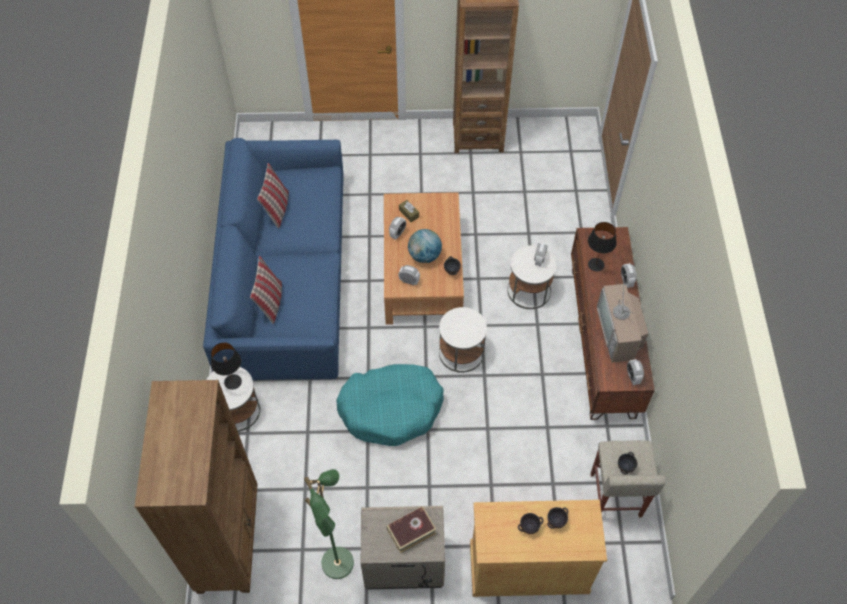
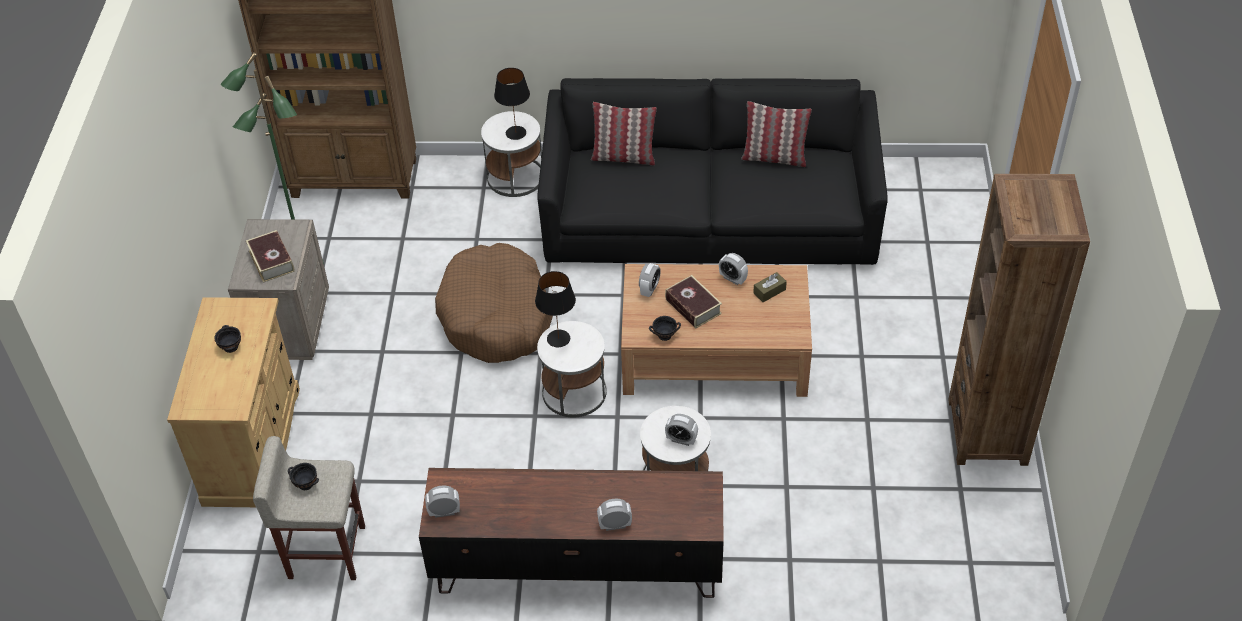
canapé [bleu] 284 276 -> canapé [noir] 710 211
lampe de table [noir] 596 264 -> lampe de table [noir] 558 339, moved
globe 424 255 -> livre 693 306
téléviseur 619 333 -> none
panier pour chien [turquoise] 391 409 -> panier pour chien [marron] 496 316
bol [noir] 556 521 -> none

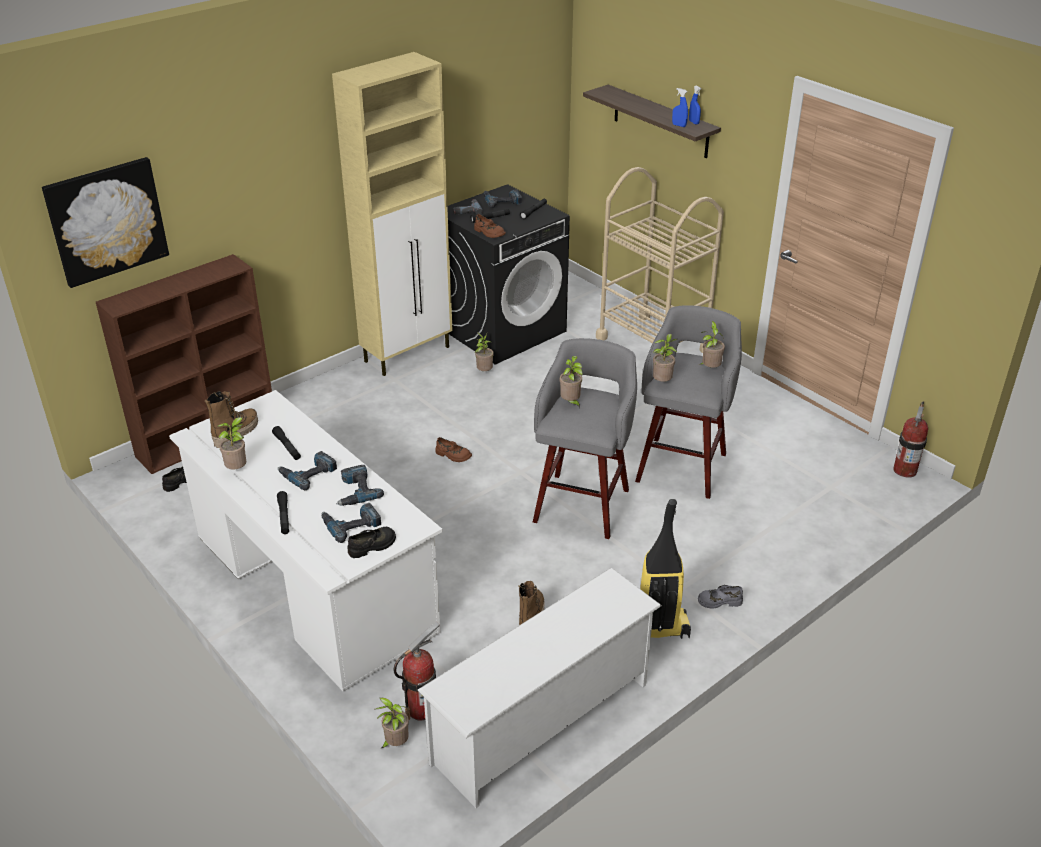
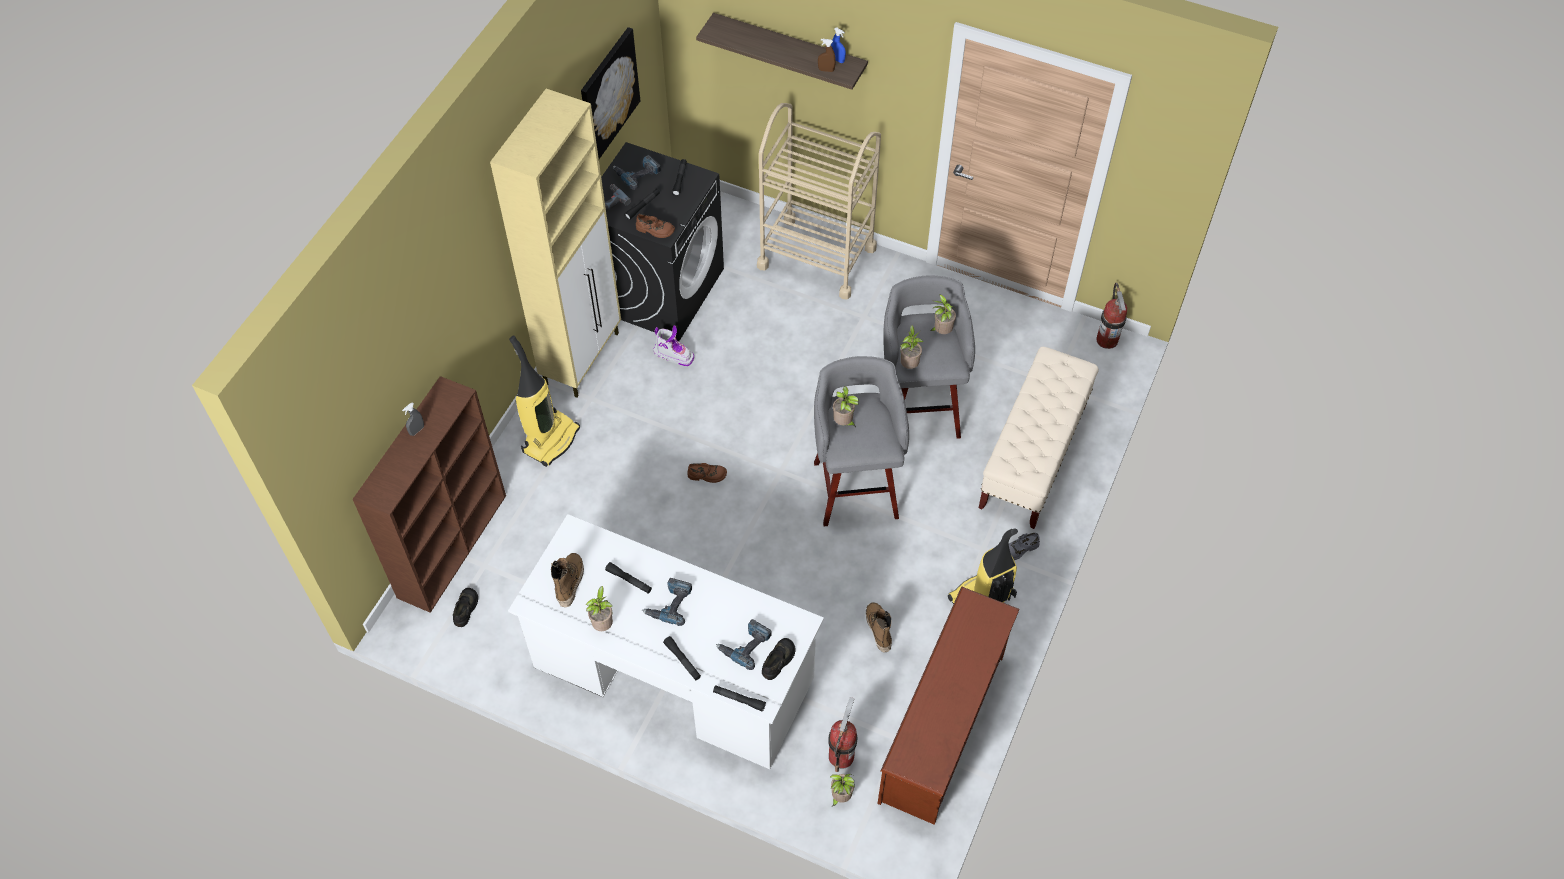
vaporisateur [bleu] 679 125 -> vaporisateur [marron] 826 70
tableau 106 221 -> tableau 608 94, moved
plante en pot 484 372 -> botte 674 355
perceuse 355 491 -> none
étagère à chaussures [blanc] 543 724 -> étagère à chaussures [marron] 944 728
none -> aspirateur 550 439
none -> banc [beige] 1032 457
none -> vaporisateur [gris] 417 430
none -> lampe de poche [noir] 739 699

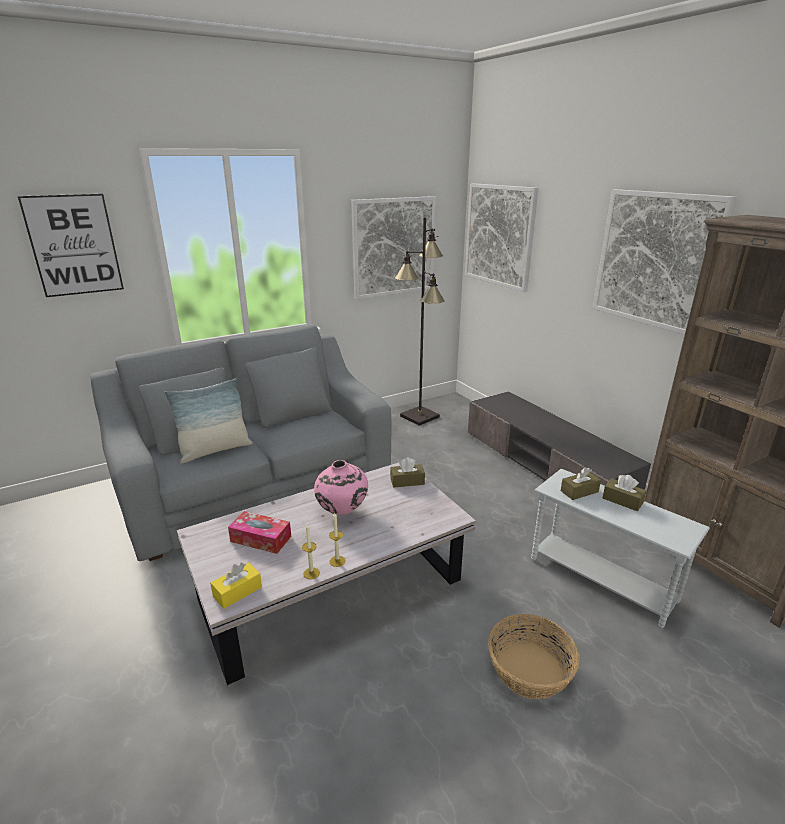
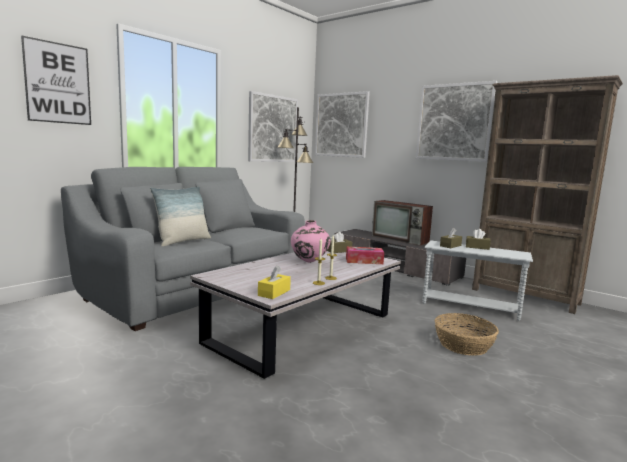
boîte à mouchoirs 261 539 -> boîte à mouchoirs 364 261, moved
none -> téléviseur 401 239

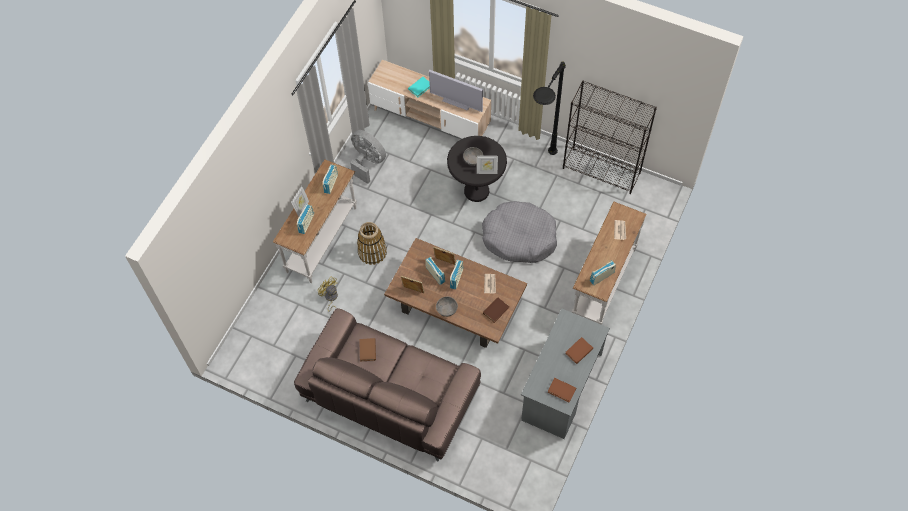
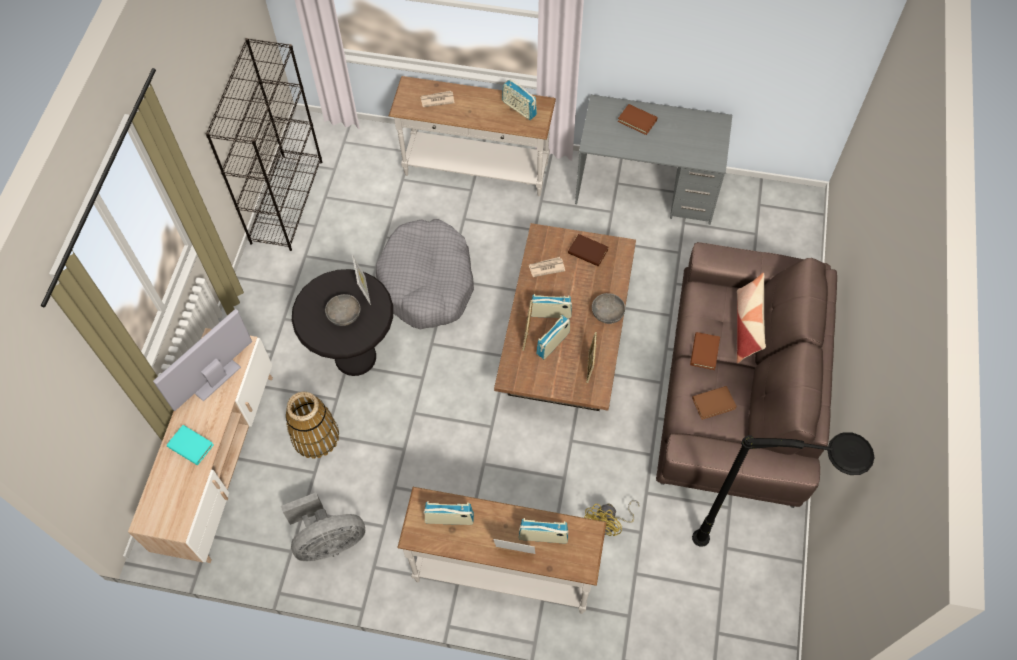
lampadaire [noir] 540 174 -> lampadaire [noir] 756 548, moved
téléviseur 457 102 -> téléviseur 216 378, 150 degrees counterclockwise
ventilateur [gris] 368 162 -> ventilateur [gris] 328 541, 135 degrees counterclockwise
panier 372 252 -> panier 315 436, moved
livre [marron] 561 390 -> livre [marron] 704 352, moved
none -> coussin 747 326

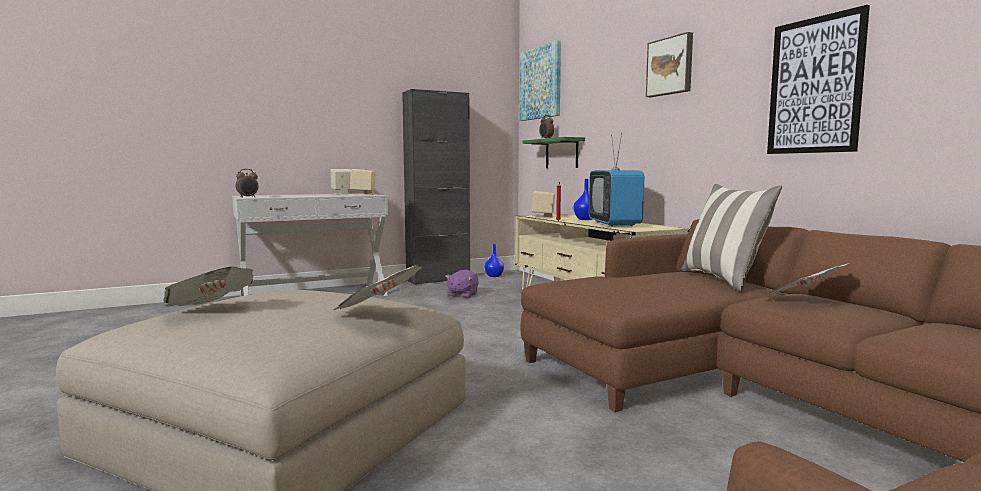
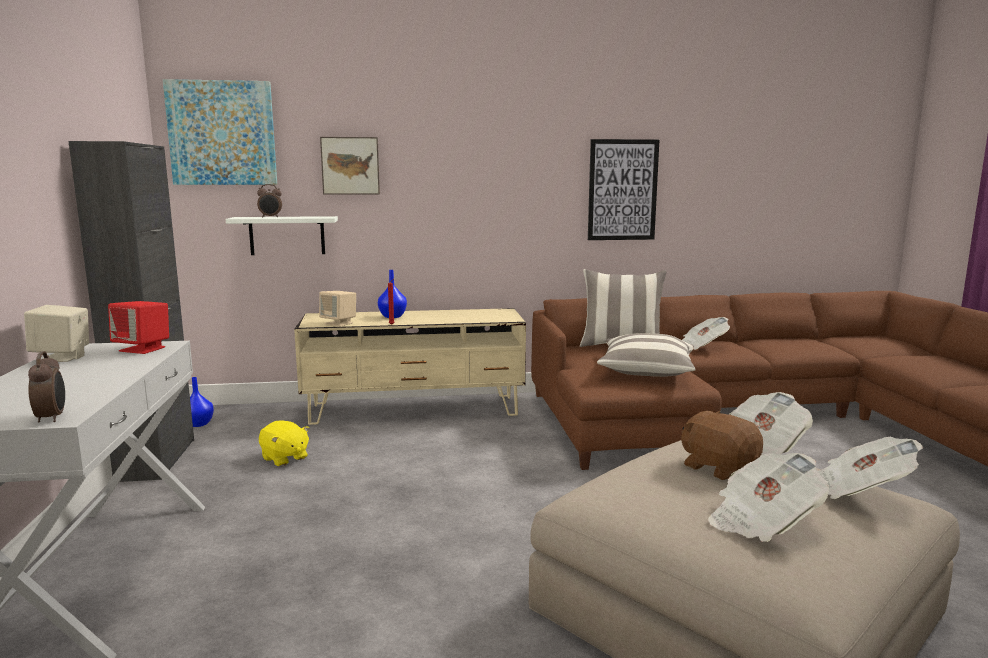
tableau 670 66 -> tableau 350 166, moved
téléviseur 614 224 -> none
étagère [vert] 561 153 -> étagère [blanc] 287 235
enceinte [beige] 363 194 -> enceinte [rouge] 143 349
peluche [violet] 462 295 -> peluche [jaune] 284 458
none -> coussin 646 371
none -> peluche [marron] 718 467
none -> journal 856 491

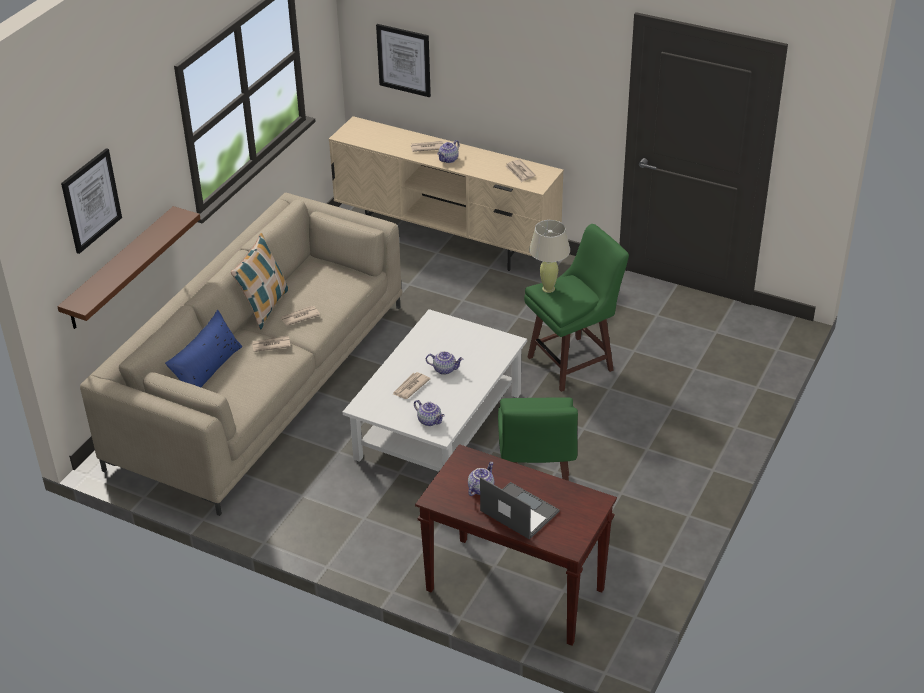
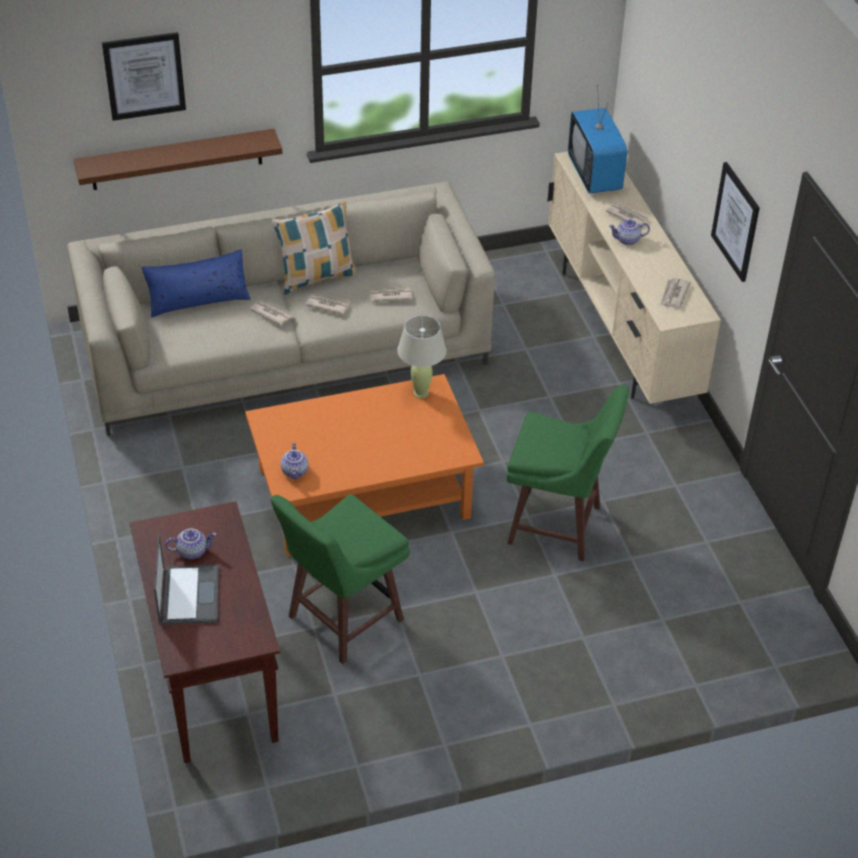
tableau 404 60 -> tableau 736 221, moved
lampe de table [beige] 548 289 -> lampe de table [beige] 421 393, moved
table basse [blanc] 438 425 -> table basse [orange] 363 492
théière 445 369 -> none
journal 410 387 -> journal 390 295, moved
none -> téléviseur 594 175

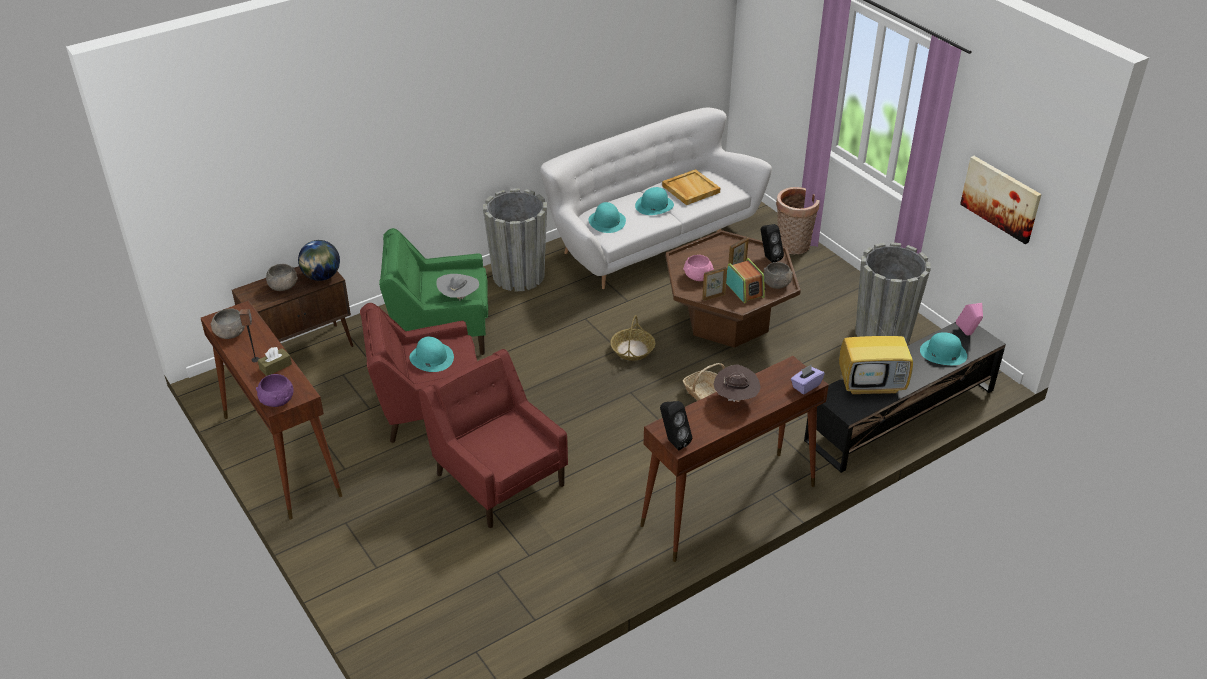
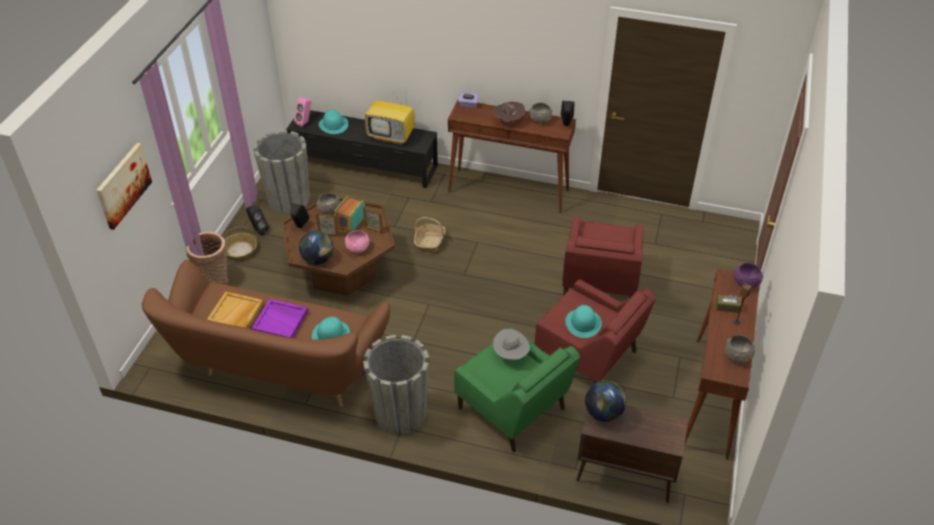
canapé [blanc] 651 240 -> canapé [marron] 275 364
tableau 1001 198 -> tableau 123 185, moved
chapeau [turquoise] 654 205 -> plateau [violet] 280 321
bol [gris] 283 286 -> bol [gris] 540 120, moved
téléviseur 872 384 -> téléviseur 392 137, 150 degrees clockwise
panier 632 350 -> panier 240 250, moved
none -> enceinte [noir] 258 230
none -> globe 318 259

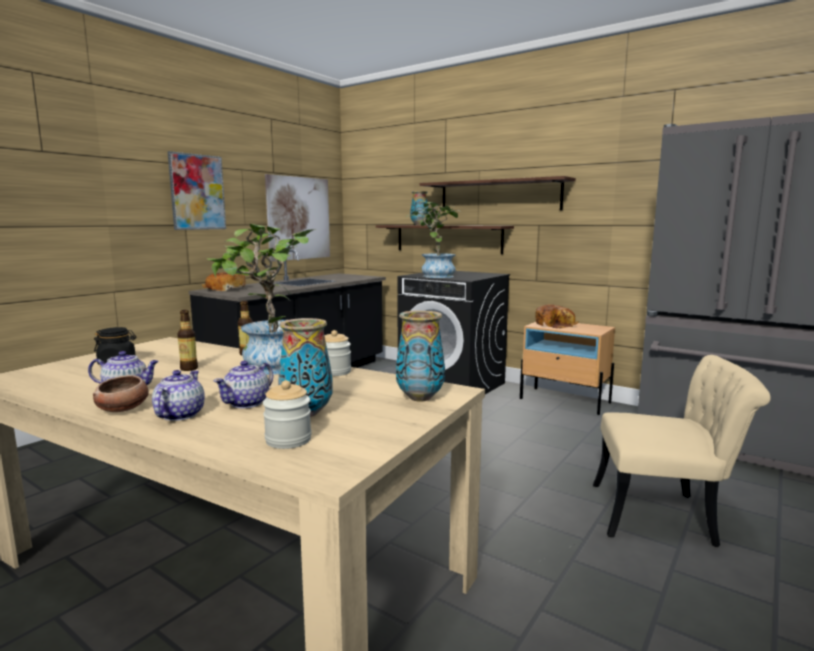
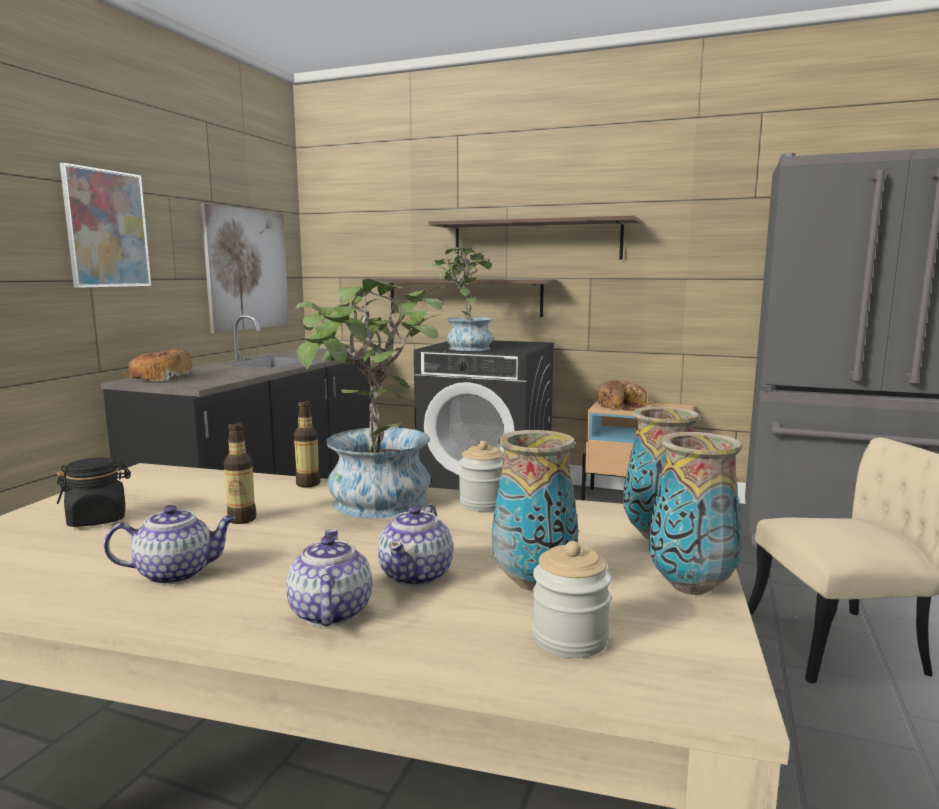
vase 419 225 -> vase 691 587, moved
bol 124 409 -> none

